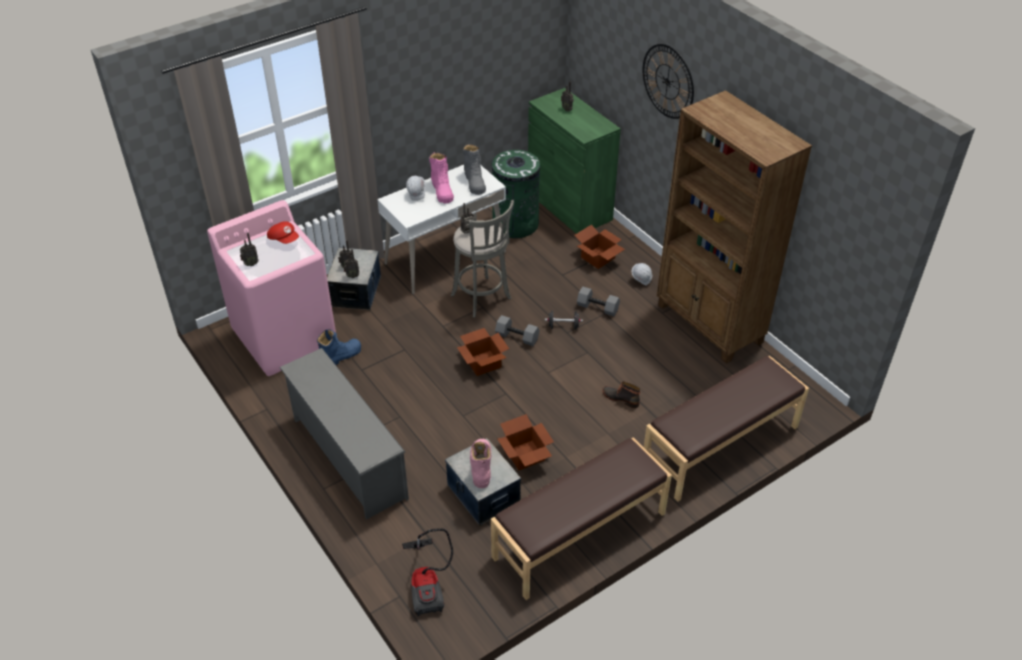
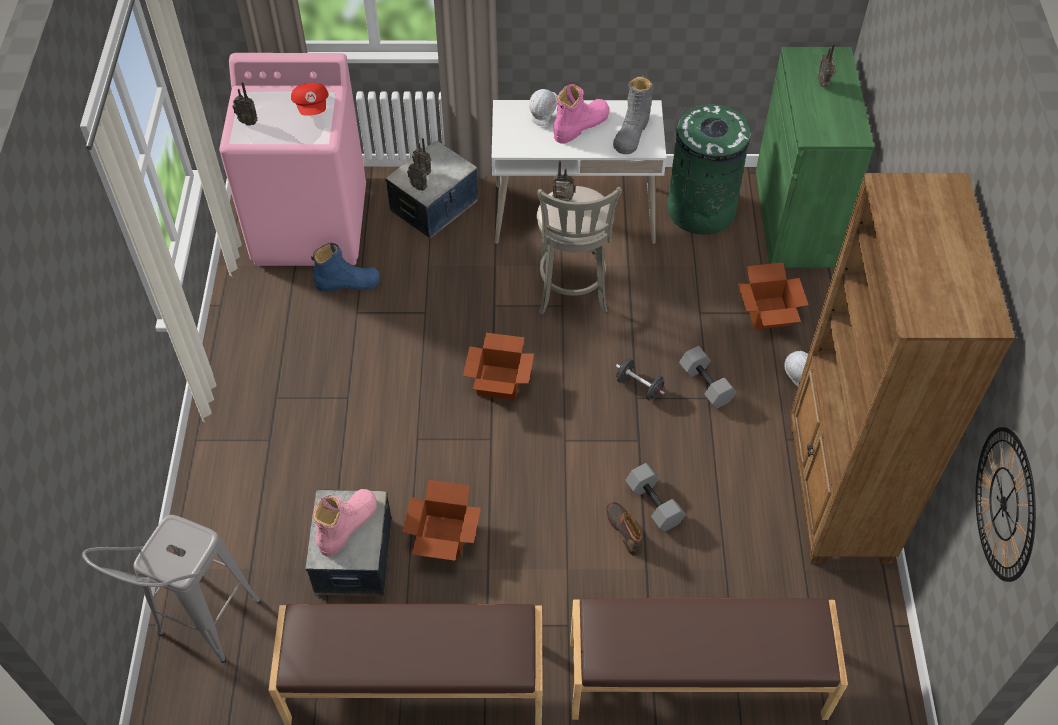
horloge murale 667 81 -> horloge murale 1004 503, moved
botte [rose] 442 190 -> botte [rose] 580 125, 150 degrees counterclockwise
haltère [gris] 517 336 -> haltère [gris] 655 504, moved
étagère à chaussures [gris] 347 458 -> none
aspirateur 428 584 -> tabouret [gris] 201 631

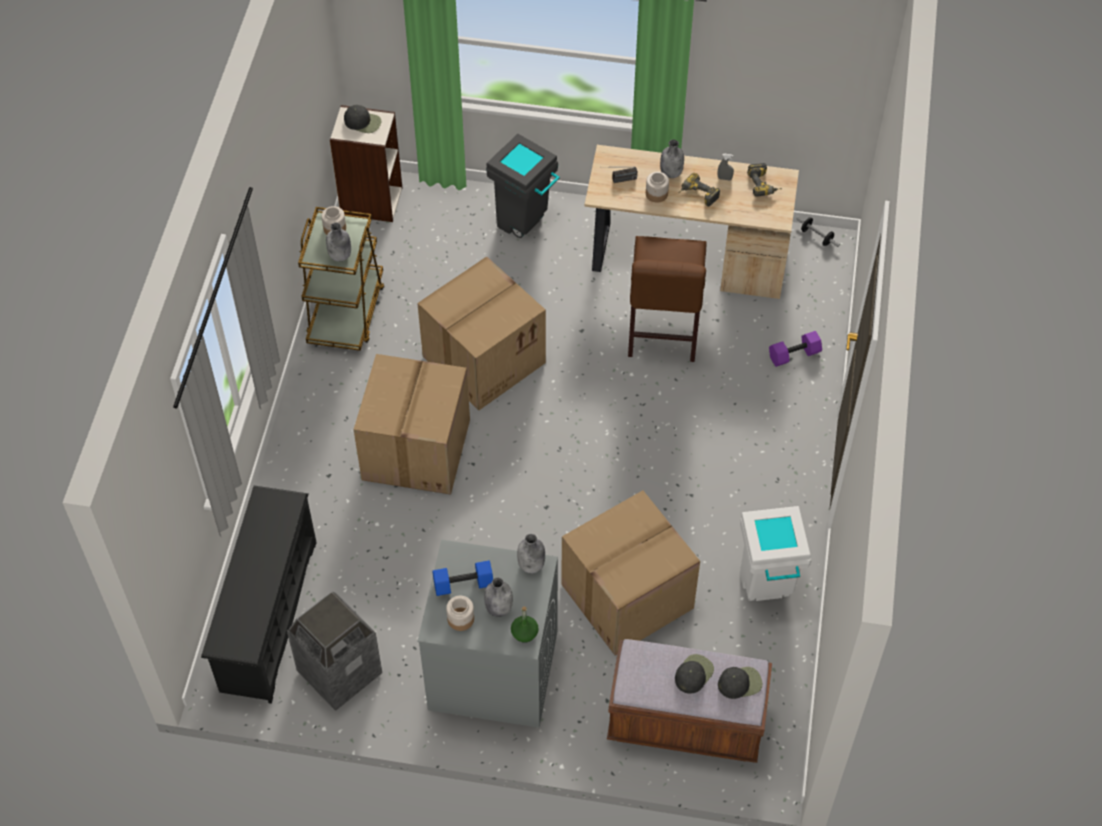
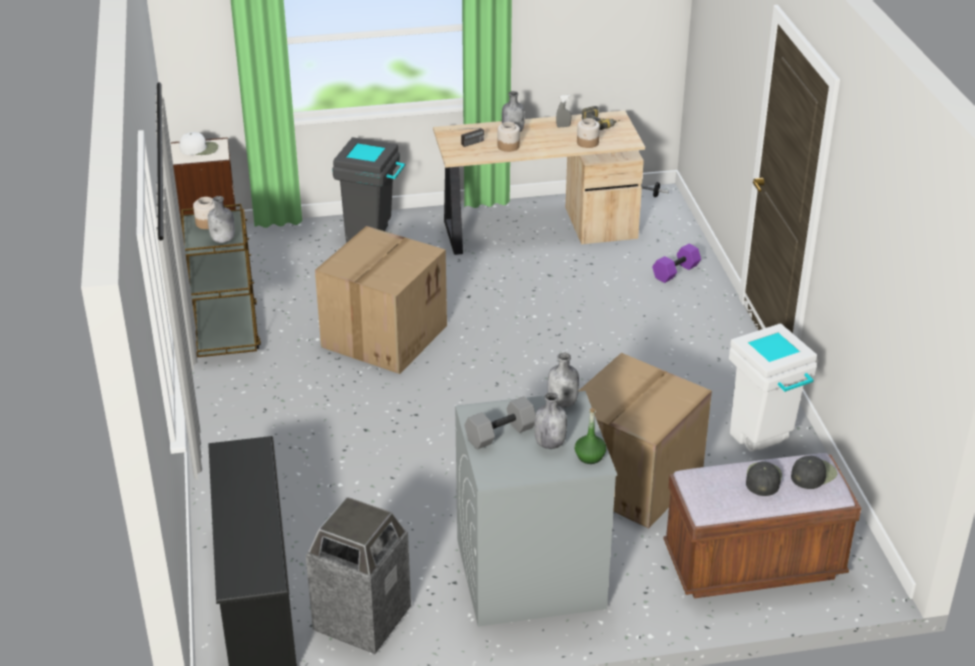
casquette [noir] 363 122 -> casquette [blanc] 199 148
perceuse 697 195 -> none
chaise [marron] 662 333 -> none
carton 417 451 -> none
haltère [bleu] 463 585 -> haltère [gris] 500 435
bocal 460 619 -> bocal 587 143, moved

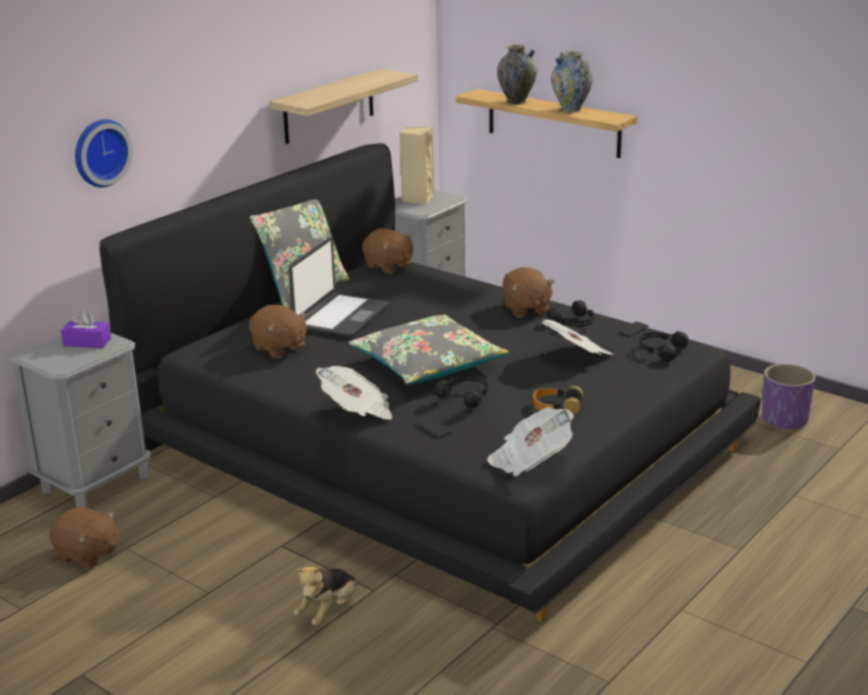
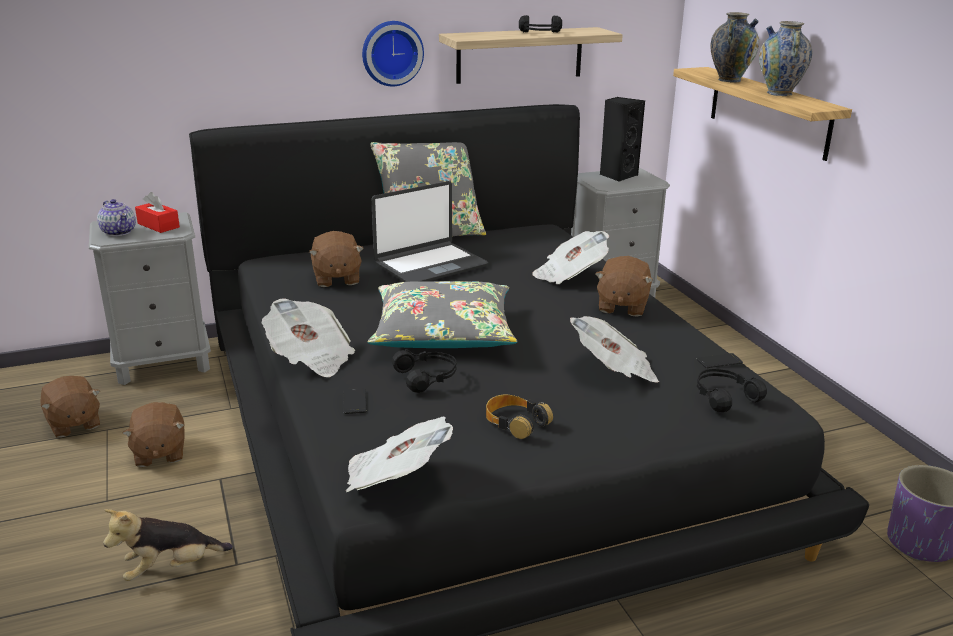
horloge murale 99 152 -> horloge murale 391 53, moved
enceinte [beige] 417 199 -> enceinte [noir] 617 175
peluche [marron] 388 266 -> peluche [marron] 159 453, moved
casque audio [noir] 574 323 -> casque audio [noir] 541 34, moved
boîte à mouchoirs [violet] 87 342 -> boîte à mouchoirs [rouge] 158 225
none -> théière 119 232
none -> journal 569 275

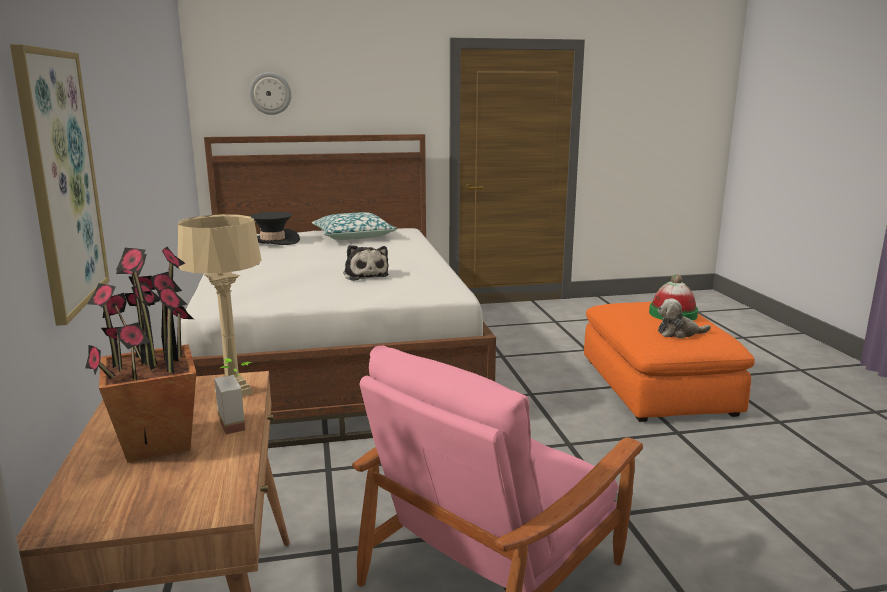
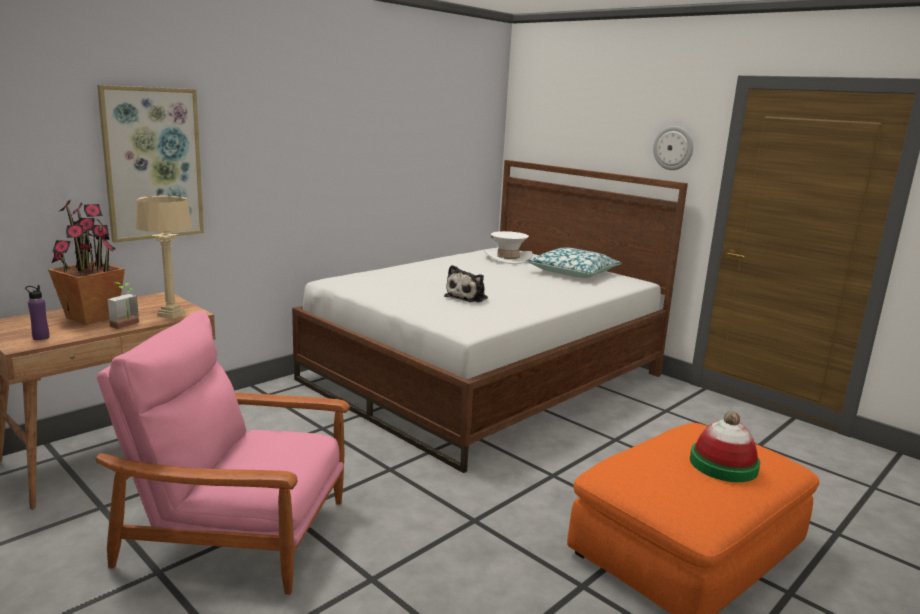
horloge murale 270 93 -> horloge murale 673 148, moved
chapeau [noir] 272 241 -> chapeau [blanc] 508 258
peluche 679 333 -> none
none -> bouteille [violet] 41 337

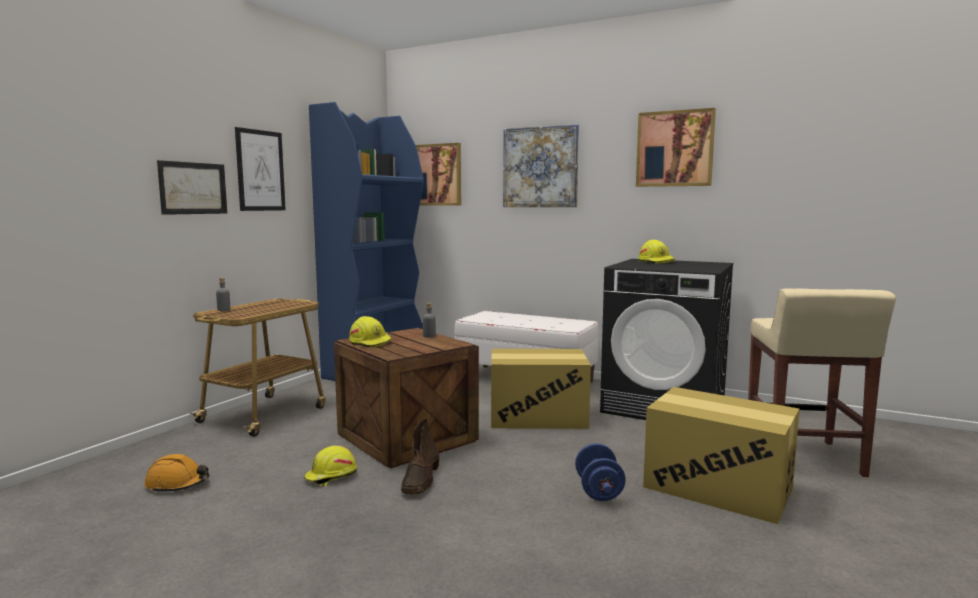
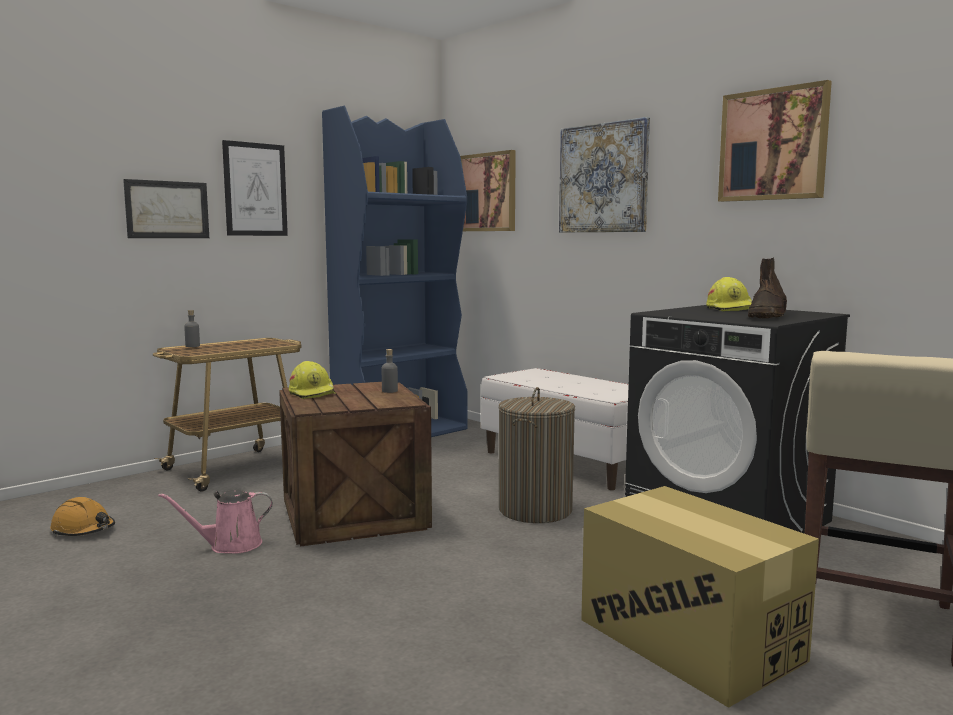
carton 537 416 -> panier à linge 535 510
botte [marron] 421 480 -> botte [marron] 767 316, moved
haltère [bleu] 598 491 -> none
casque de chantier [jaune] 331 476 -> arrosoir [rose] 230 545

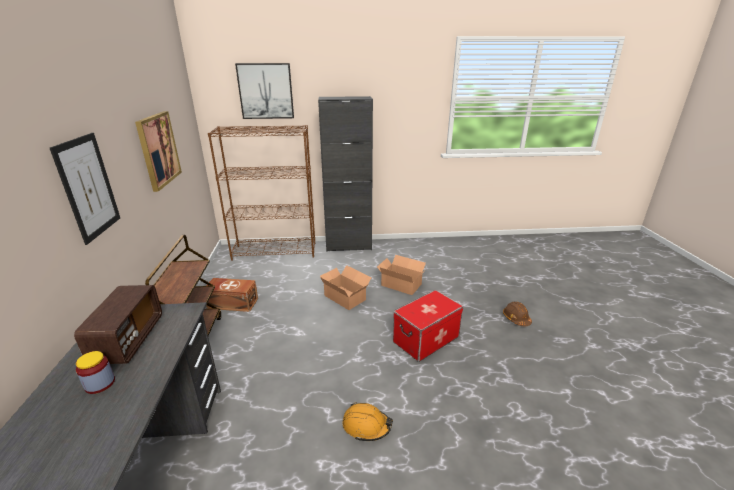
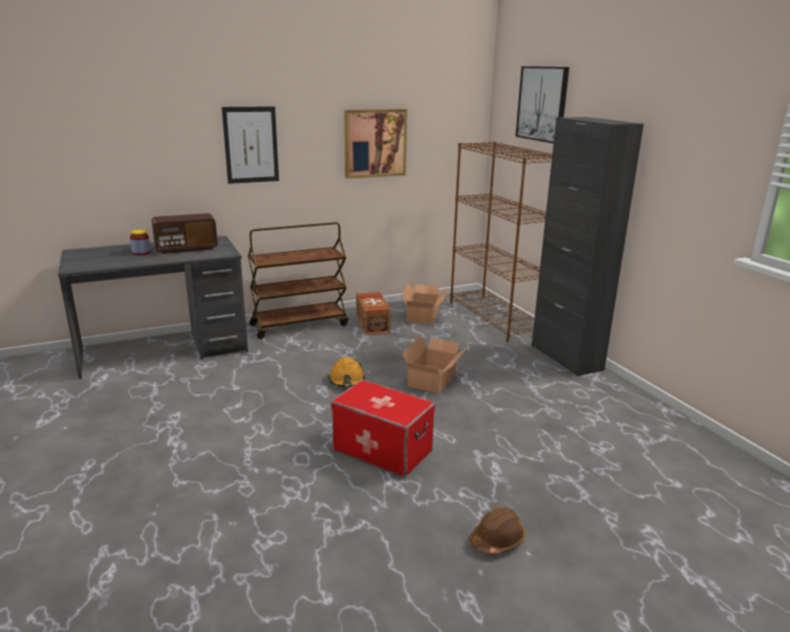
carton 401 284 -> carton 424 315, moved
casque de chantier [orange] 366 426 -> casque de chantier [orange] 347 380, moved

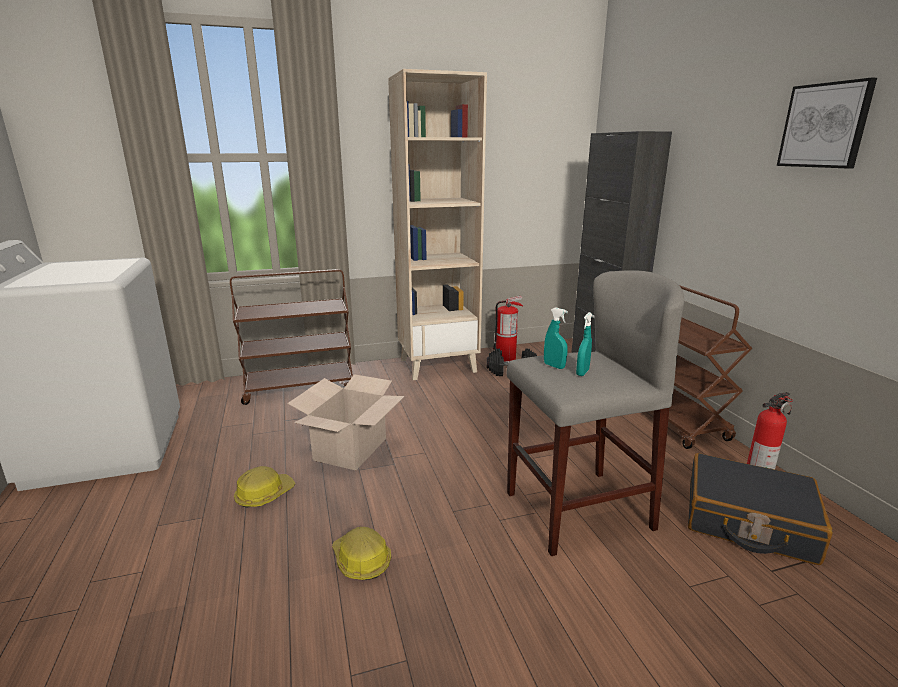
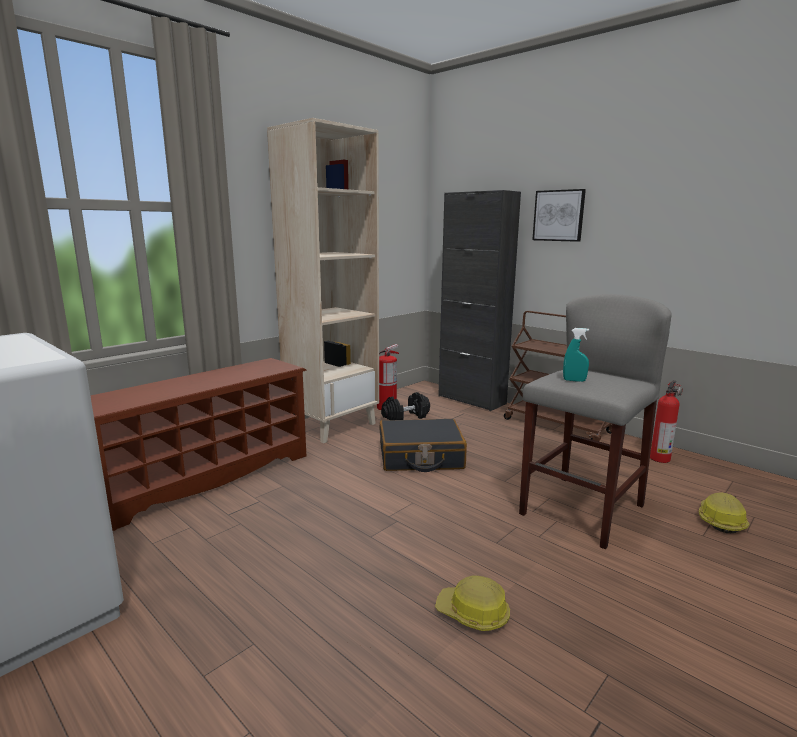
tableau 824 125 -> tableau 558 215, moved
chariot [marron] 300 388 -> étagère à chaussures [marron] 206 478
vaporisateur [turquoise] 582 372 -> none
carton 350 449 -> none
valise [noir] 748 521 -> valise [noir] 420 457, moved
casque de chantier 264 495 -> casque de chantier 720 520, moved

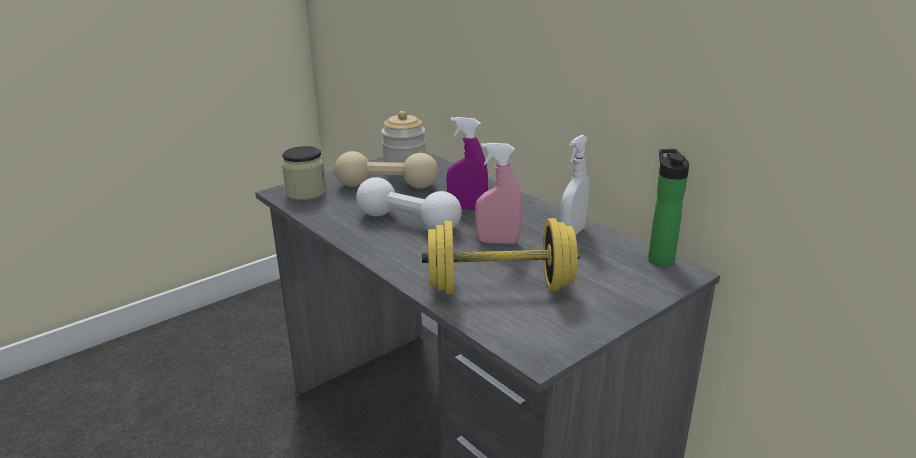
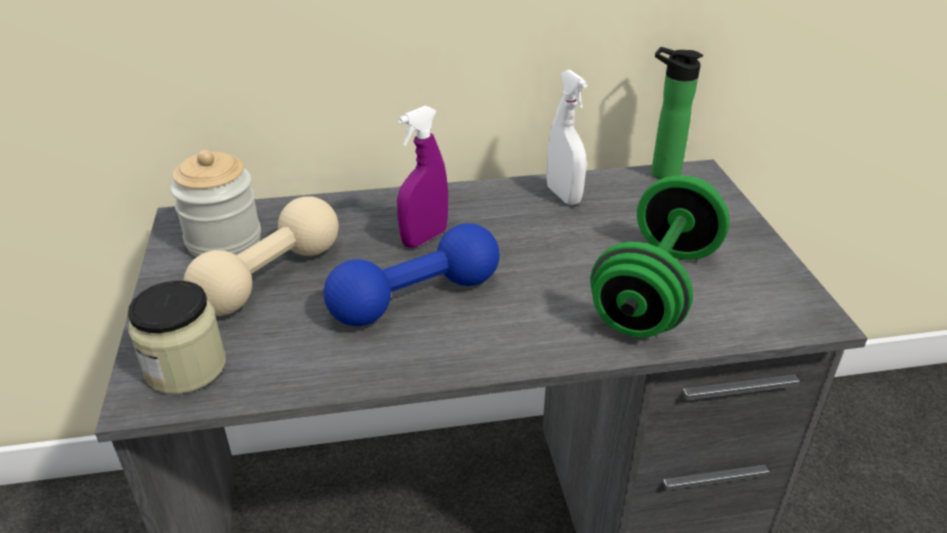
vaporisateur [rose] 497 241 -> none
haltère [blanc] 408 222 -> haltère [bleu] 416 298
haltère [jaune] 500 287 -> haltère [vert] 656 289

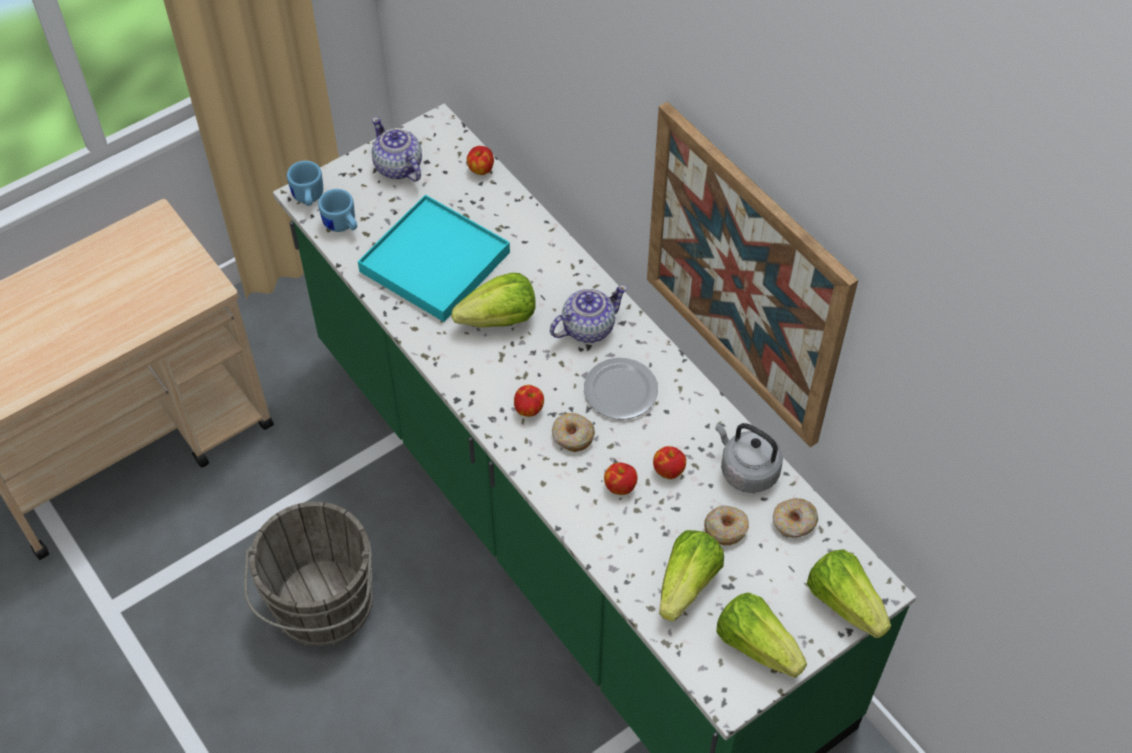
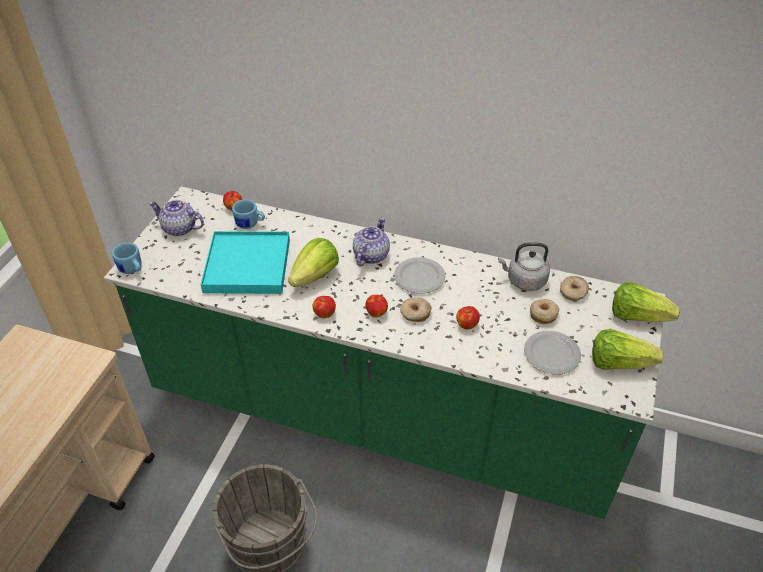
tableau 745 277 -> none
mug [bleu] 342 226 -> mug [bleu] 250 224, moved
pomme 668 470 -> pomme 324 313, moved
laitue 687 584 -> assiette 552 353

